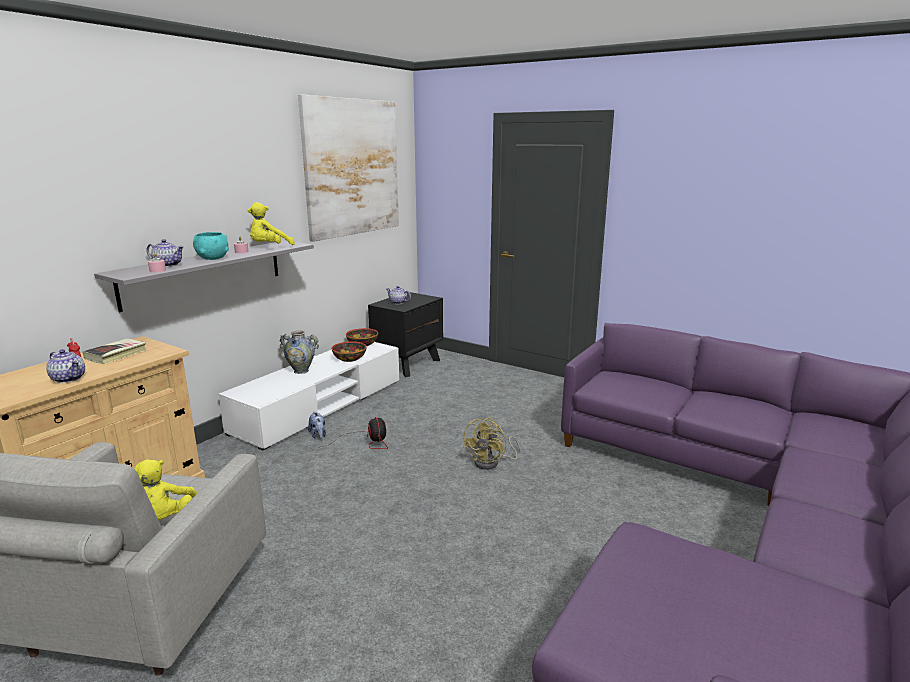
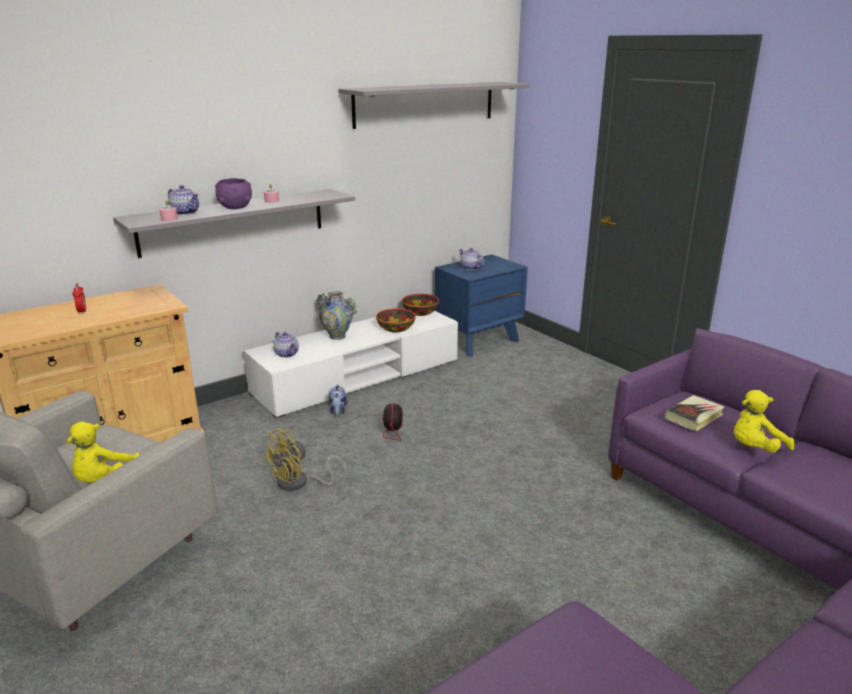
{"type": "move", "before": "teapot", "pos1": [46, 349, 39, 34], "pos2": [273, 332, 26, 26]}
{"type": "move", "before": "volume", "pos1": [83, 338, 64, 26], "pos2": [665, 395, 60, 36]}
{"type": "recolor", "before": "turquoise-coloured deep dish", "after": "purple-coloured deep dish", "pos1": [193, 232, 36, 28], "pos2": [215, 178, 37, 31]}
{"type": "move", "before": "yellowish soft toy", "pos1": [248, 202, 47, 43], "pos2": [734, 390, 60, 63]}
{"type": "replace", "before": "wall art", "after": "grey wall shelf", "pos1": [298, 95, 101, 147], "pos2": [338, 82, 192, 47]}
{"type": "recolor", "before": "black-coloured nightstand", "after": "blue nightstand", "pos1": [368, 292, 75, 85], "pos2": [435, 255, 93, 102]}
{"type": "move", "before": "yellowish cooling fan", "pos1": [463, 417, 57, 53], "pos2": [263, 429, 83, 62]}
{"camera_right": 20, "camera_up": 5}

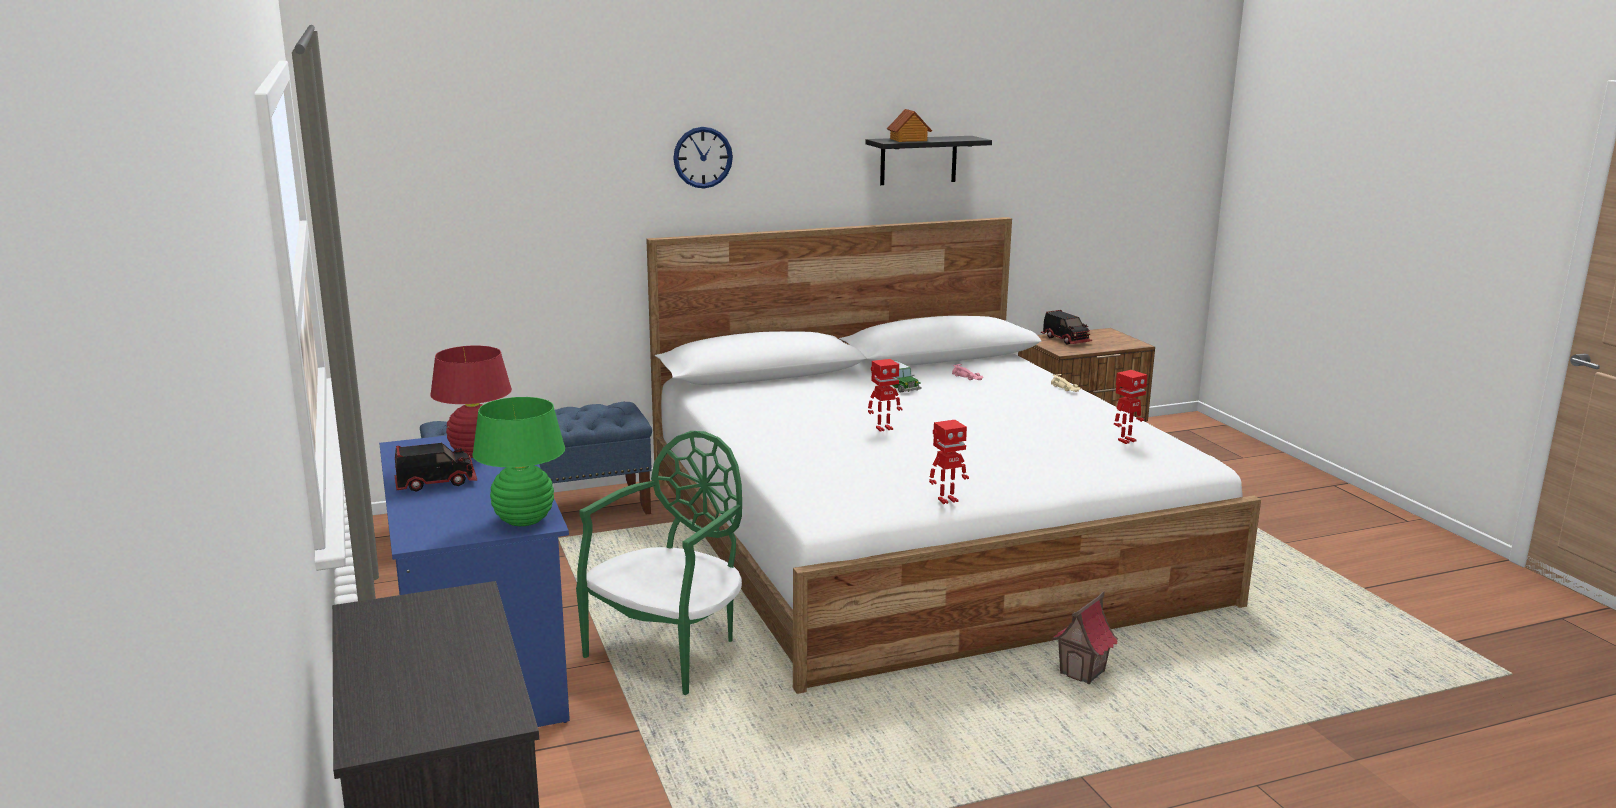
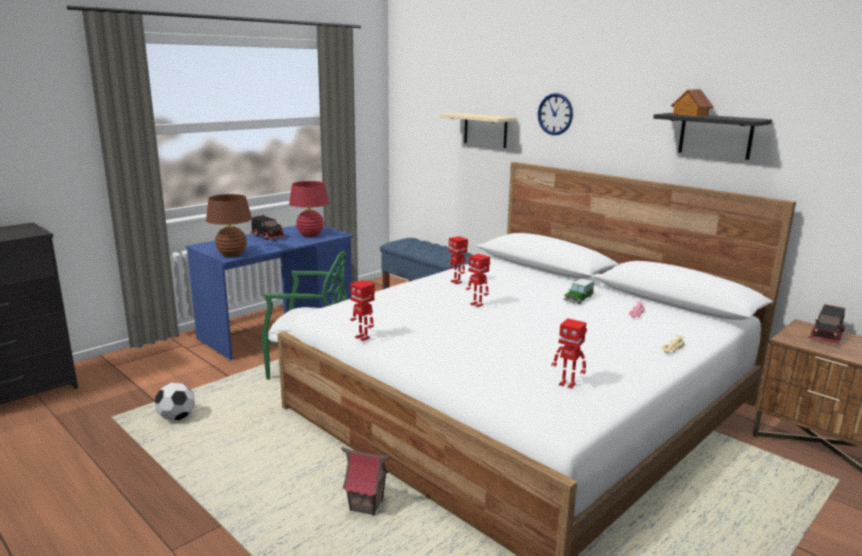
{"type": "recolor", "before": "greenish tabletop lamp", "after": "brown-coloured tabletop lamp", "pos1": [473, 397, 92, 129], "pos2": [206, 194, 46, 63]}
{"type": "insert", "after": "football", "pos2": [155, 383, 40, 37]}
{"type": "insert", "after": "beige-coloured wall shelf", "pos2": [439, 113, 78, 35]}
{"type": "insert", "after": "model robot", "pos2": [448, 236, 20, 48]}
{"camera_right": 65, "camera_up": 0}

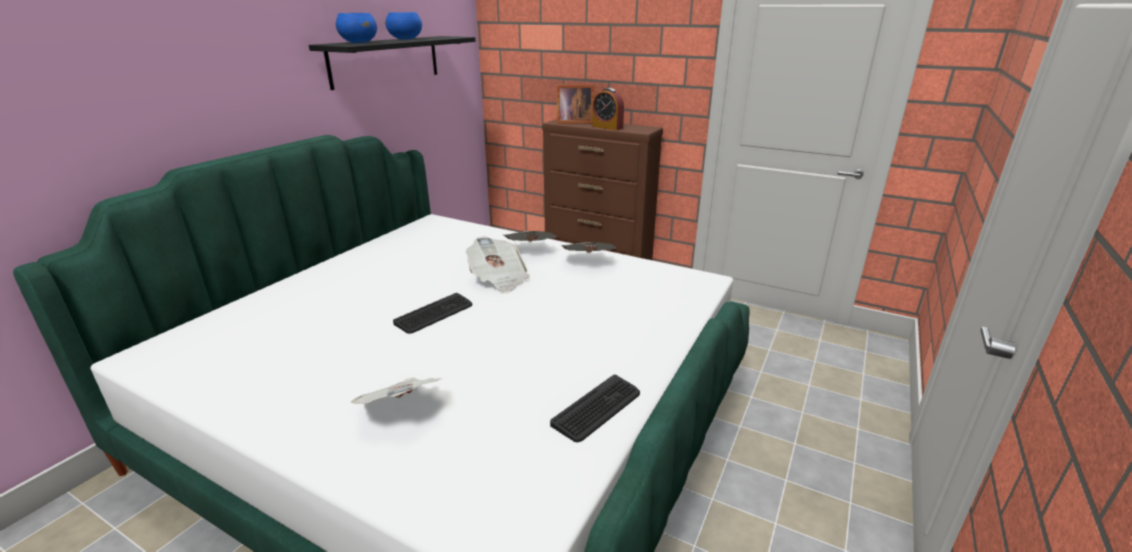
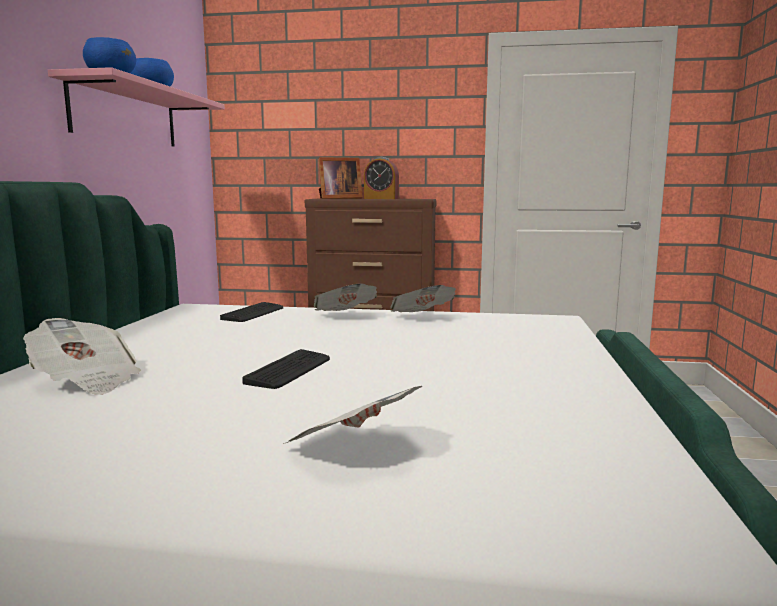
{"type": "recolor", "before": "black-coloured wall shelf", "after": "pink-coloured wall shelf", "pos1": [309, 36, 166, 54], "pos2": [48, 67, 177, 80]}
{"type": "move", "before": "printed paper", "pos1": [466, 236, 64, 57], "pos2": [23, 318, 118, 77]}
{"type": "move", "before": "computer keyboard", "pos1": [550, 375, 90, 67], "pos2": [220, 302, 63, 20]}
{"camera_right": -20, "camera_up": -15}

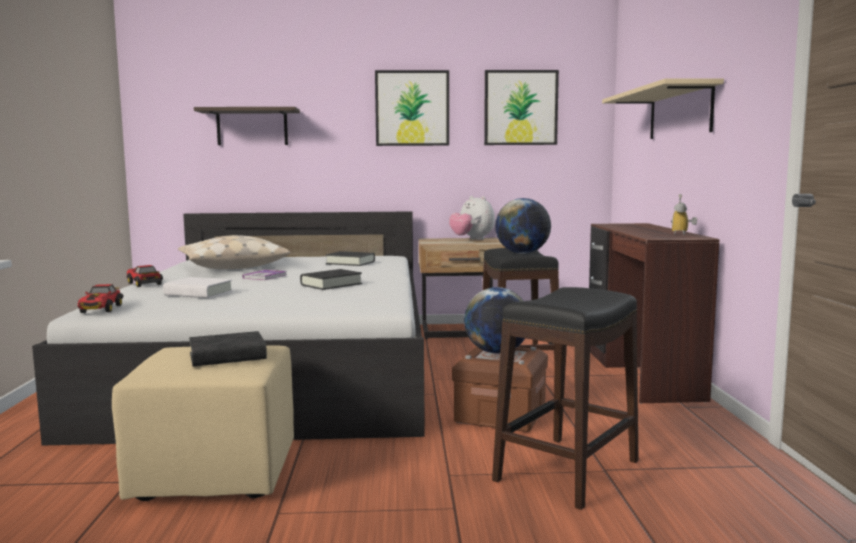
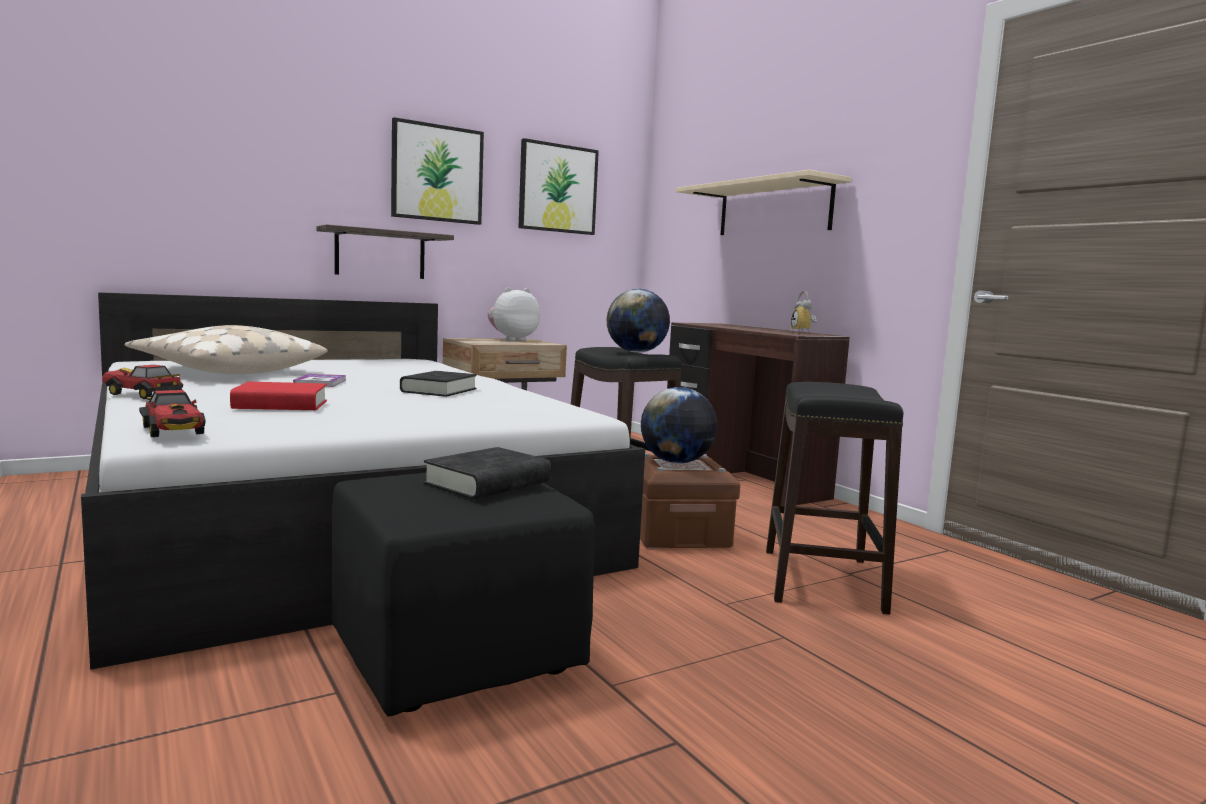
{"type": "recolor", "before": "beige-coloured footrest", "after": "black-coloured footrest", "pos1": [112, 345, 182, 156], "pos2": [331, 472, 264, 244]}
{"type": "recolor", "before": "white volume", "after": "reddish volume", "pos1": [163, 277, 70, 21], "pos2": [230, 382, 97, 28]}
{"type": "move", "before": "wall shelf", "pos1": [194, 107, 106, 38], "pos2": [317, 224, 137, 55]}
{"type": "delete", "before": "black-coloured volume", "pos1": [326, 251, 49, 15]}
{"type": "rotate", "before": "soft toy", "pos1": [449, 196, 46, 44], "pos2": [488, 287, 52, 54], "turn": 120}
{"camera_right": -30, "camera_up": 0}

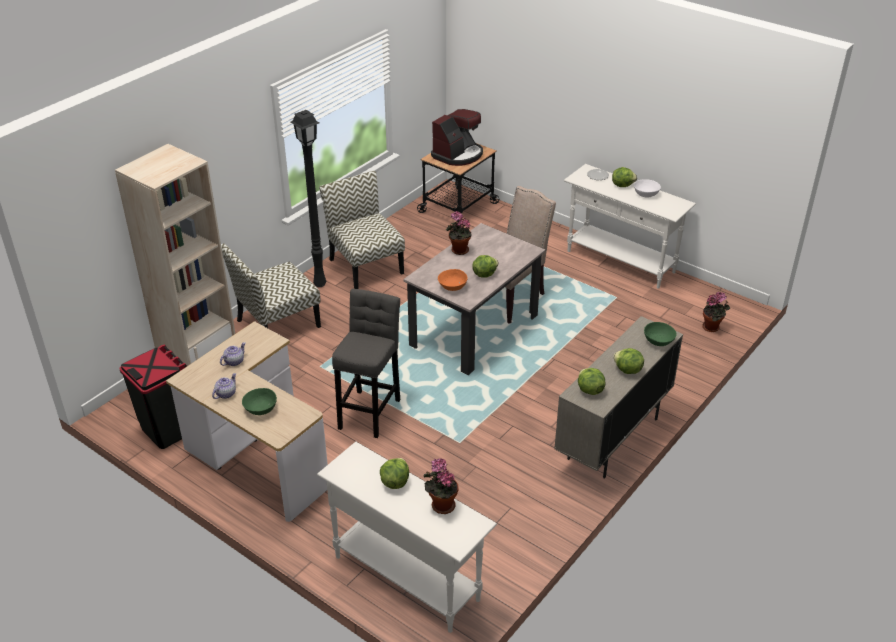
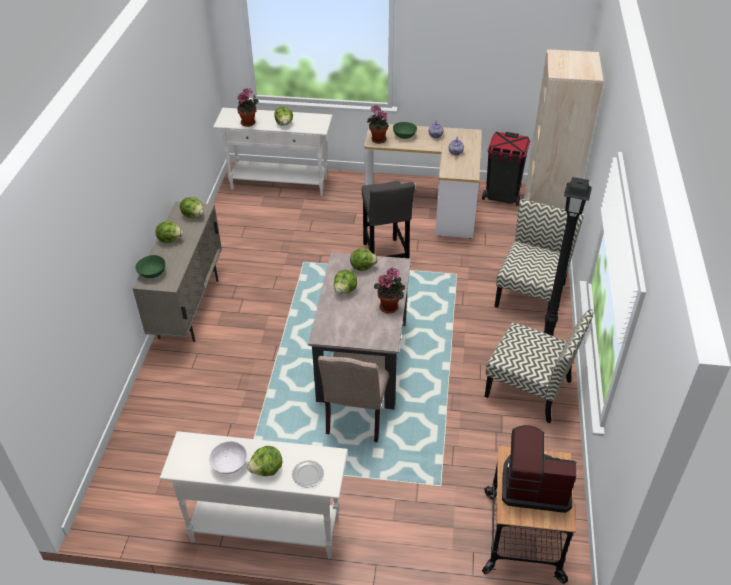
{"type": "rotate", "before": "coffee machine", "pos1": [431, 109, 52, 57], "pos2": [502, 425, 75, 88], "turn": 90}
{"type": "replace", "before": "orangey deep dish", "after": "head of lettuce", "pos1": [438, 269, 29, 22], "pos2": [350, 248, 28, 23]}
{"type": "move", "before": "plant in a pot", "pos1": [702, 292, 28, 40], "pos2": [366, 105, 23, 39]}
{"camera_right": 150, "camera_up": 5}

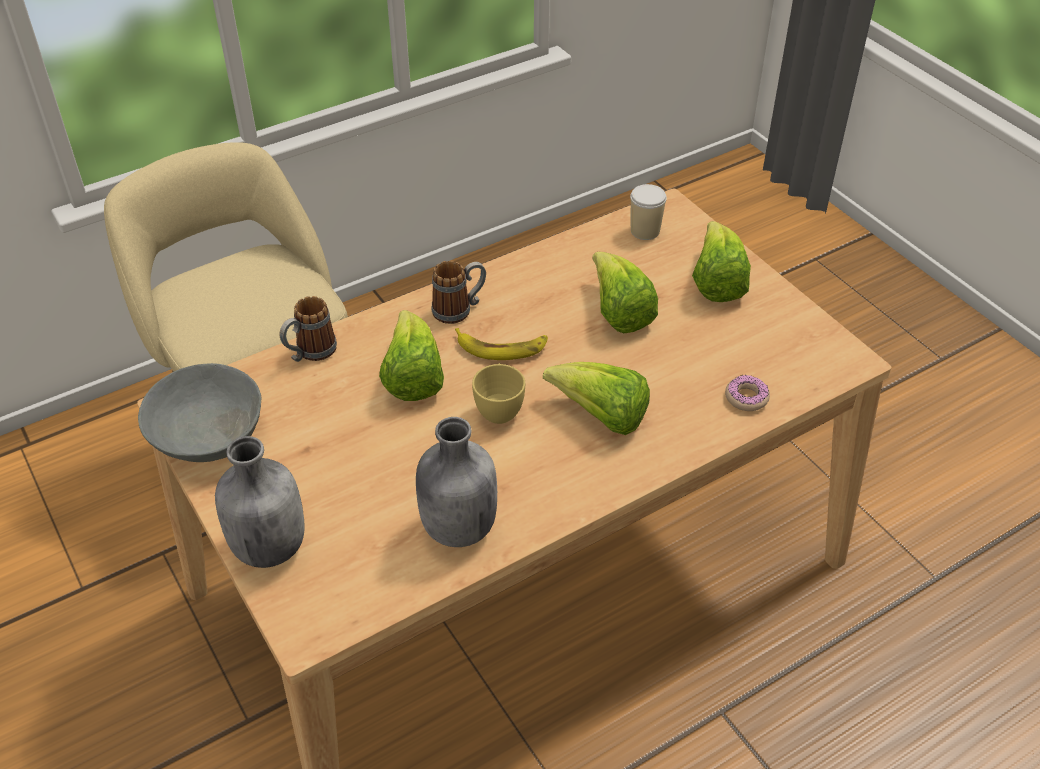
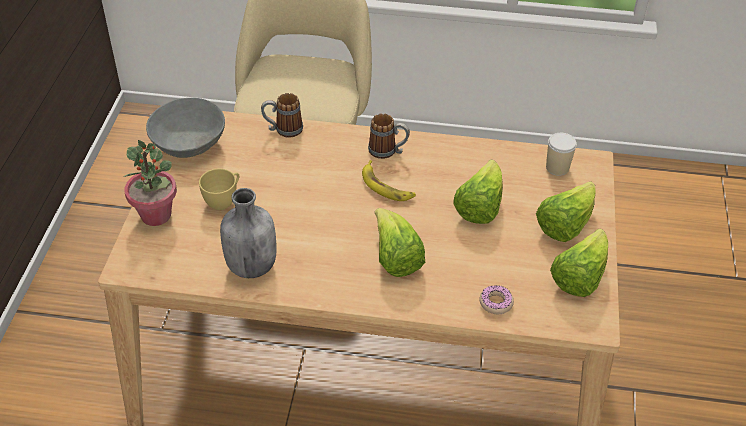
{"type": "replace", "before": "grey drink bottle", "after": "plant in a pot", "pos1": [215, 436, 89, 132], "pos2": [124, 140, 53, 86]}
{"type": "move", "before": "head of lettuce", "pos1": [379, 310, 65, 91], "pos2": [550, 229, 58, 68]}
{"type": "move", "before": "yellowish small cup", "pos1": [472, 363, 53, 61], "pos2": [199, 169, 40, 41]}
{"camera_right": 40, "camera_up": 0}

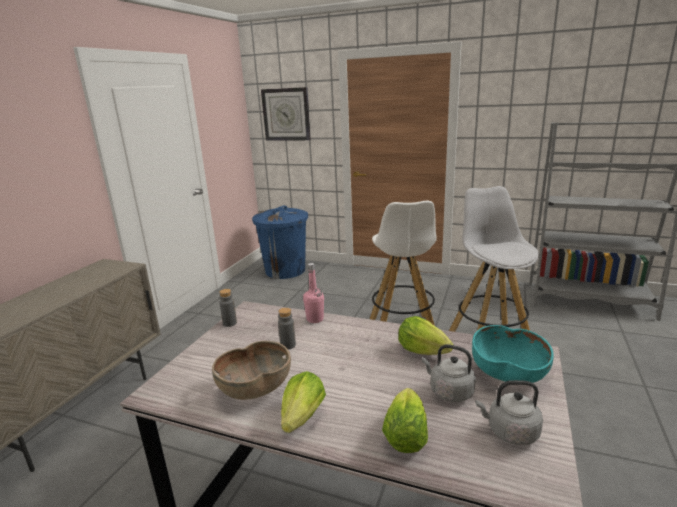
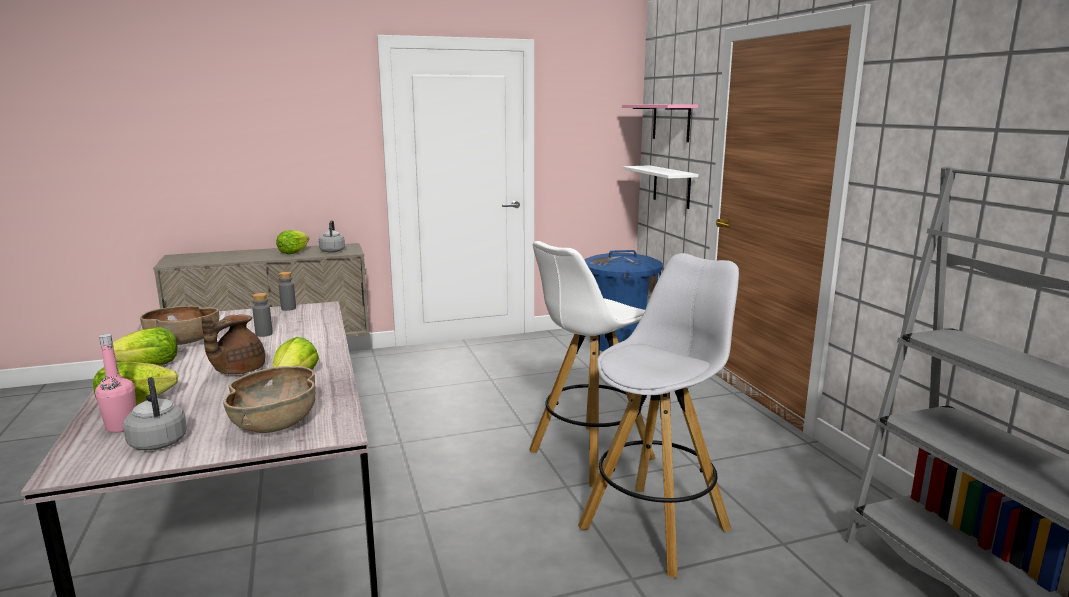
{"type": "replace", "before": "clock on the wall", "after": "pink-coloured wall shelf", "pos1": [261, 87, 50, 53], "pos2": [622, 104, 76, 38]}
{"type": "move", "before": "pink-coloured drink bottle", "pos1": [303, 263, 21, 60], "pos2": [95, 334, 41, 99]}
{"type": "move", "before": "grey water kettle", "pos1": [422, 344, 54, 58], "pos2": [319, 220, 26, 33]}
{"type": "recolor", "before": "turquoise-coloured deep dish", "after": "brown-coloured deep dish", "pos1": [472, 325, 82, 58], "pos2": [223, 366, 93, 67]}
{"type": "insert", "after": "brown-coloured teapot", "pos2": [201, 314, 64, 60]}
{"type": "insert", "after": "head of lettuce", "pos2": [276, 230, 33, 24]}
{"type": "insert", "after": "white wall shelf", "pos2": [623, 165, 76, 44]}
{"camera_right": 50, "camera_up": -5}

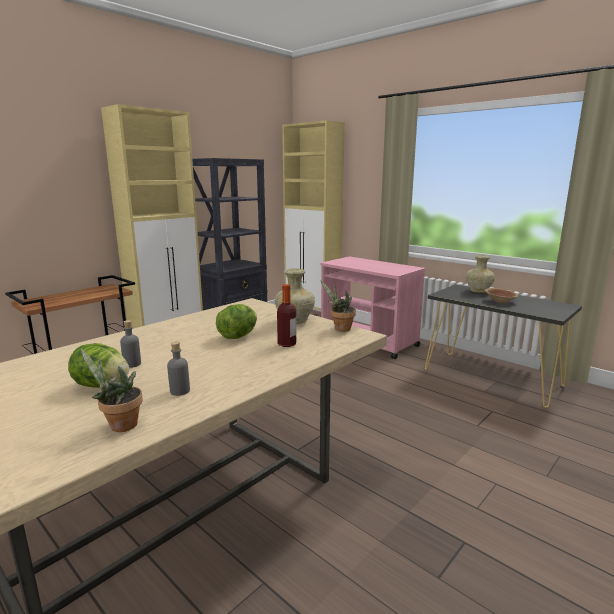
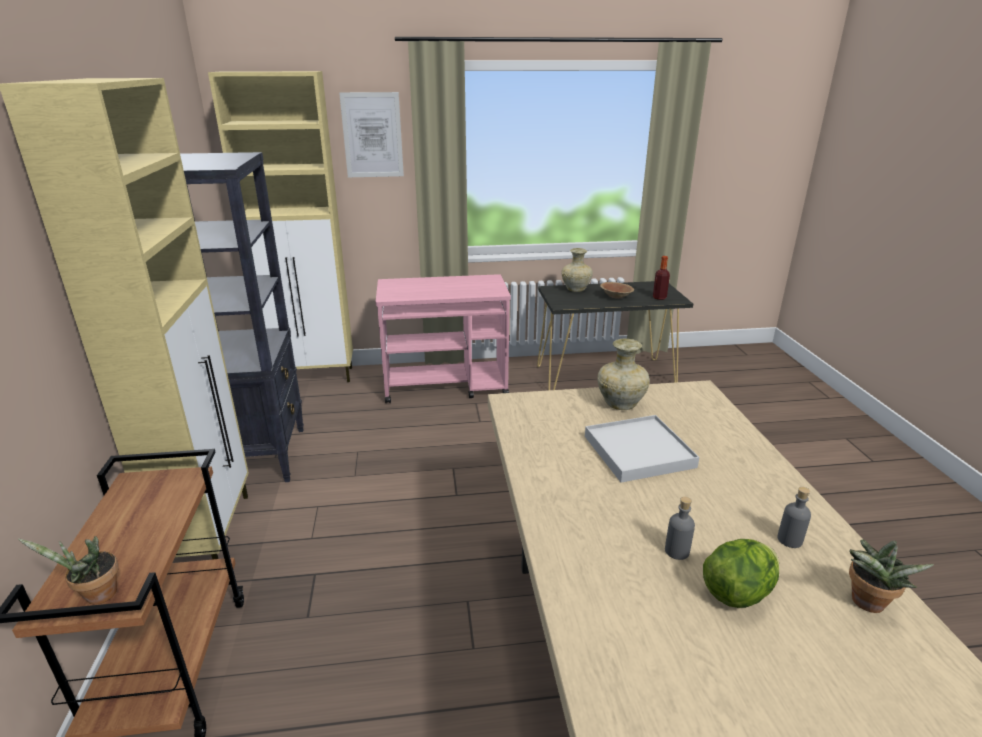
{"type": "replace", "before": "head of lettuce", "after": "white carrying tray", "pos1": [216, 304, 41, 35], "pos2": [585, 415, 114, 68]}
{"type": "move", "before": "drink bottle", "pos1": [277, 284, 19, 63], "pos2": [653, 256, 17, 44]}
{"type": "move", "before": "plant in a pot", "pos1": [320, 280, 36, 52], "pos2": [18, 536, 101, 68]}
{"type": "insert", "after": "wall art", "pos2": [339, 92, 65, 85]}
{"camera_right": -50, "camera_up": 10}

